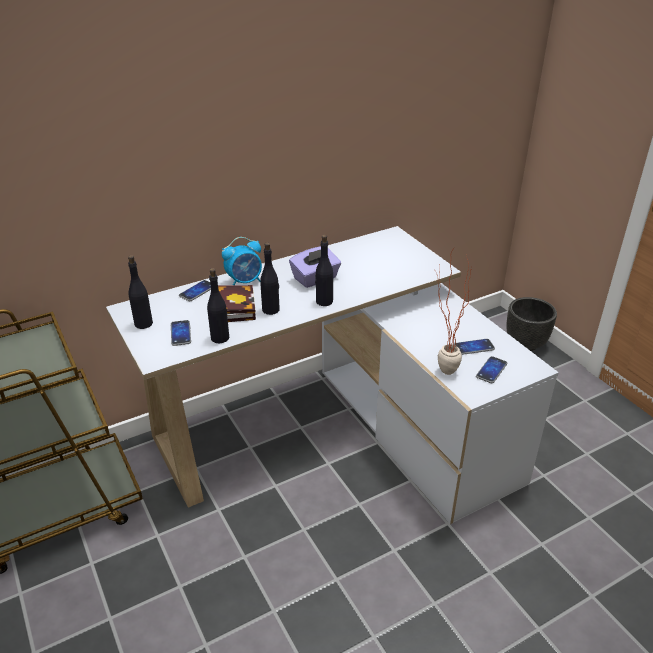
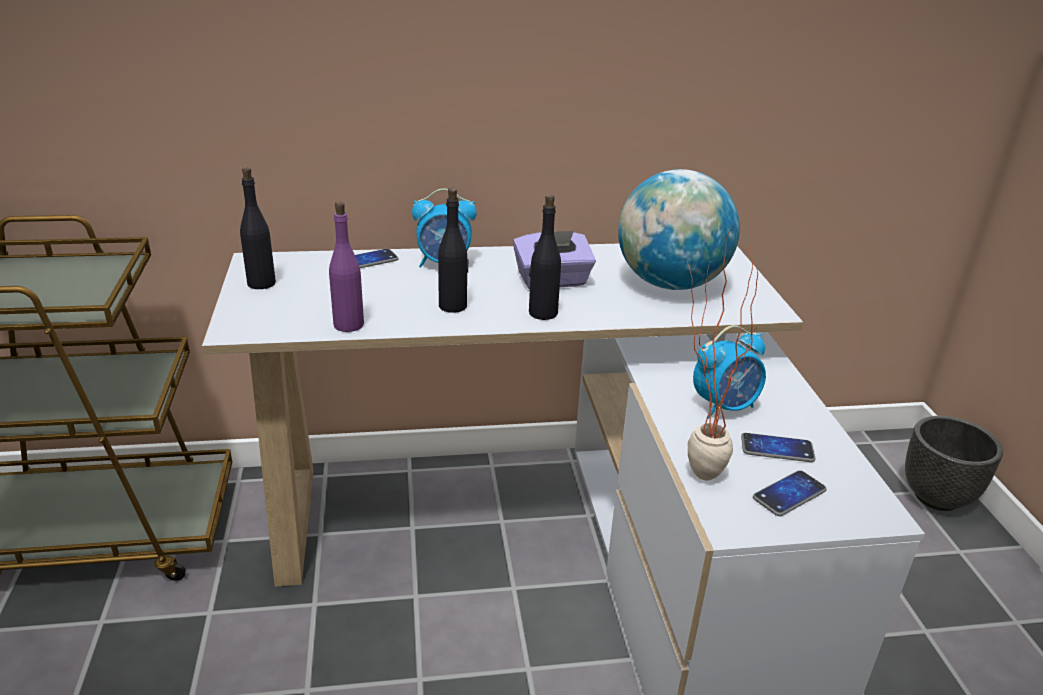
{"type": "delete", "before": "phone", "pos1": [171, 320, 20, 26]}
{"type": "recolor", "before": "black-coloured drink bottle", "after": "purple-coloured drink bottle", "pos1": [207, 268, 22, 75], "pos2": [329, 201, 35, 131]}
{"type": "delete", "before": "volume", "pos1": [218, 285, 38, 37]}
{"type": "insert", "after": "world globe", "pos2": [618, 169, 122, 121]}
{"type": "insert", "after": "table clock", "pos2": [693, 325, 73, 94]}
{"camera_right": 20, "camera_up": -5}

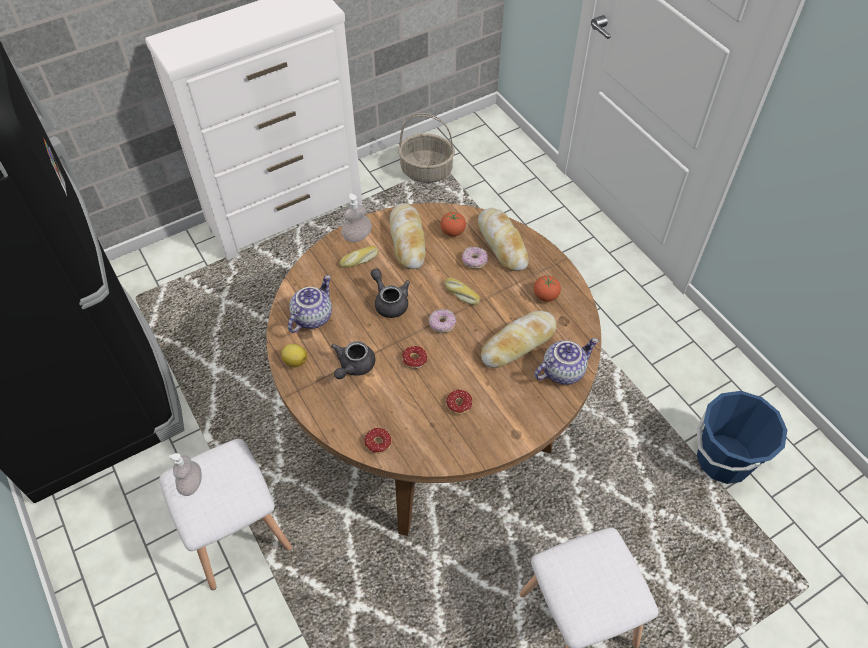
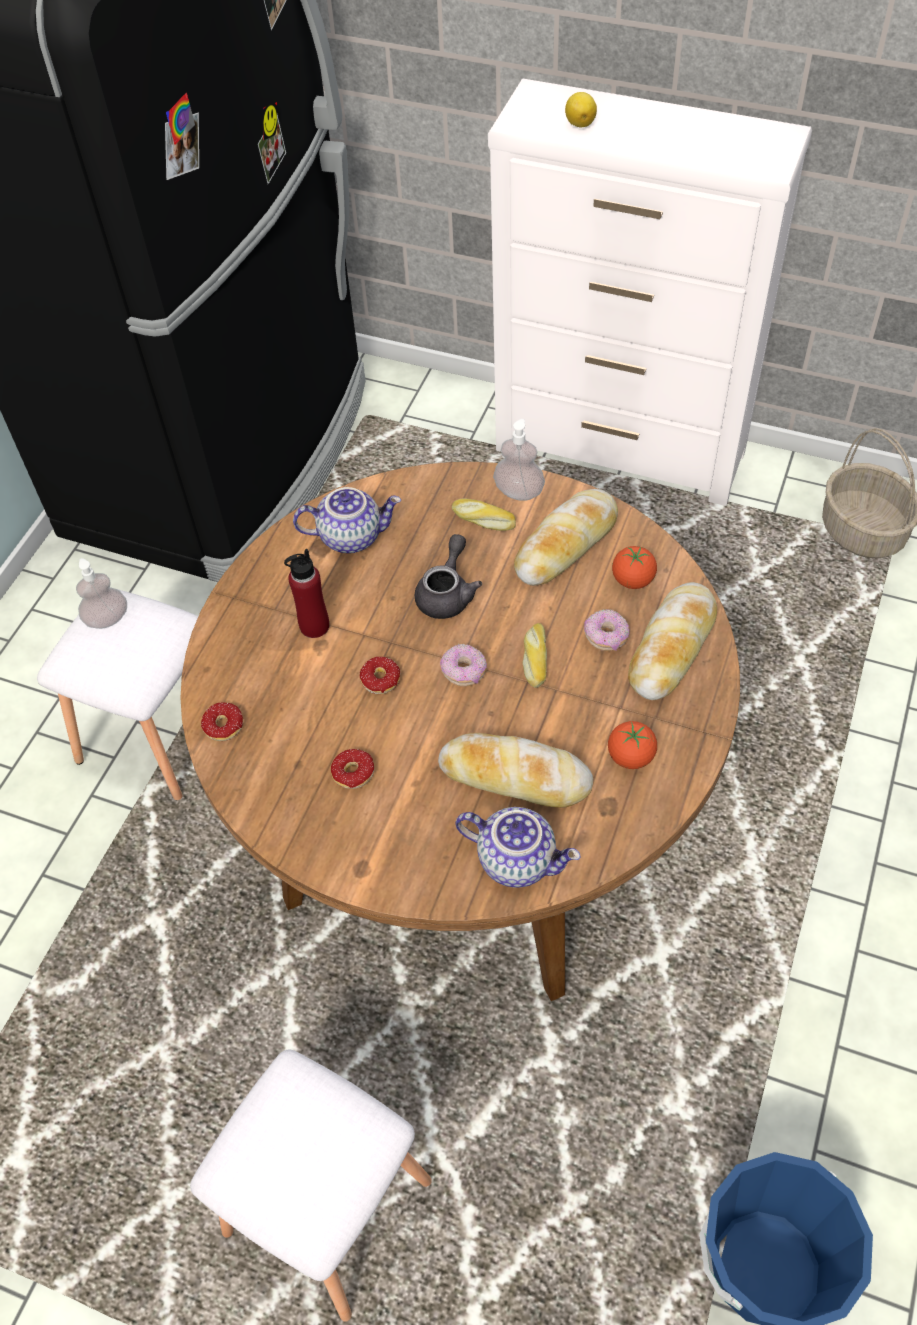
{"type": "move", "before": "lemon", "pos1": [281, 344, 26, 23], "pos2": [565, 92, 32, 35]}
{"type": "replace", "before": "grey teapot", "after": "reddish drink bottle", "pos1": [331, 341, 44, 38], "pos2": [284, 549, 45, 89]}
{"camera_right": 55, "camera_up": 0}

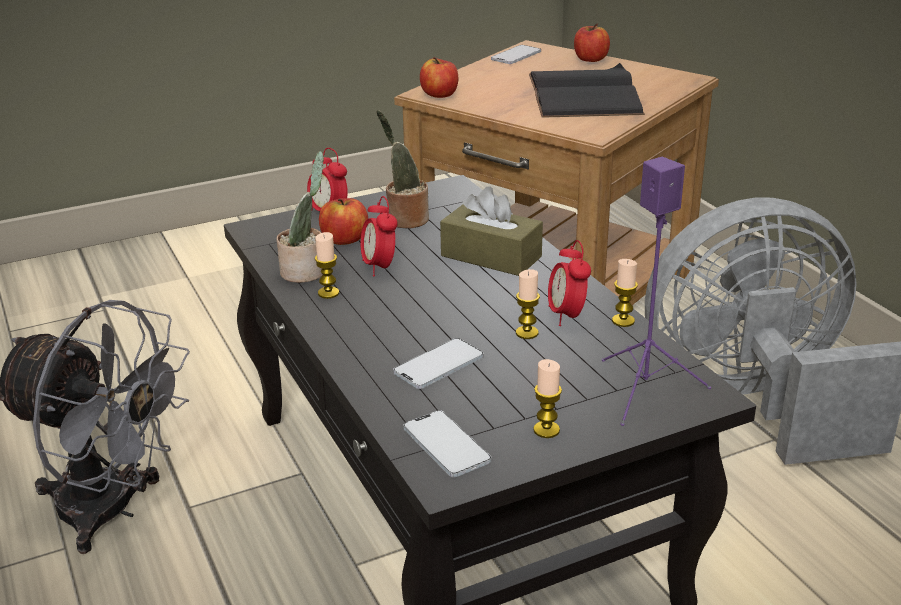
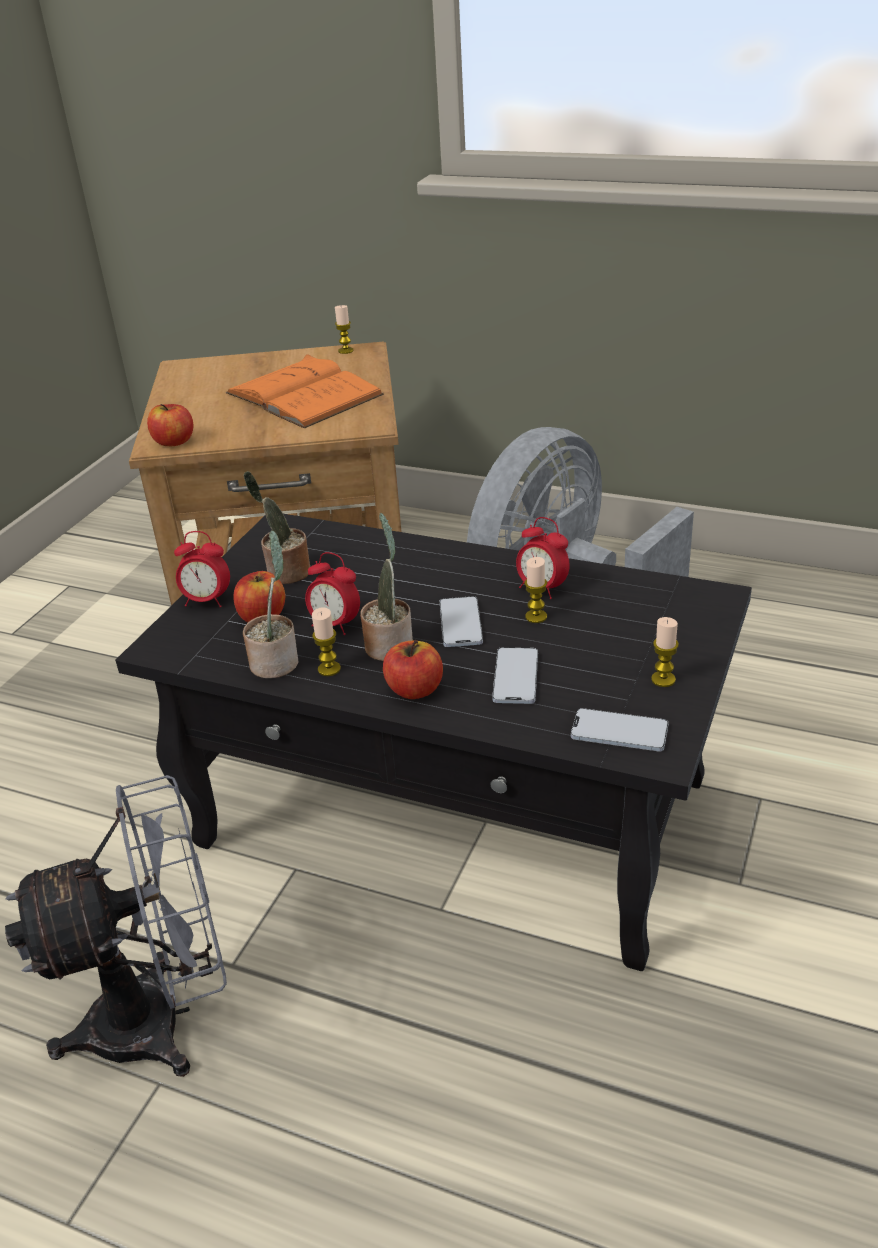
{"type": "delete", "before": "brown-coloured tissue box", "pos1": [440, 186, 103, 90]}
{"type": "move", "before": "phone", "pos1": [491, 45, 50, 19], "pos2": [440, 596, 43, 51]}
{"type": "recolor", "before": "black-coloured volume", "after": "orangey volume", "pos1": [529, 63, 116, 55], "pos2": [226, 354, 158, 75]}
{"type": "move", "before": "apple", "pos1": [574, 24, 36, 38], "pos2": [383, 640, 60, 59]}
{"type": "delete", "before": "purple-coloured audio speaker", "pos1": [602, 157, 109, 269]}
{"type": "move", "before": "wax light", "pos1": [612, 259, 26, 68], "pos2": [335, 305, 19, 49]}
{"type": "insert", "after": "plant in a pot", "pos2": [360, 513, 53, 148]}
{"camera_right": -40, "camera_up": 5}

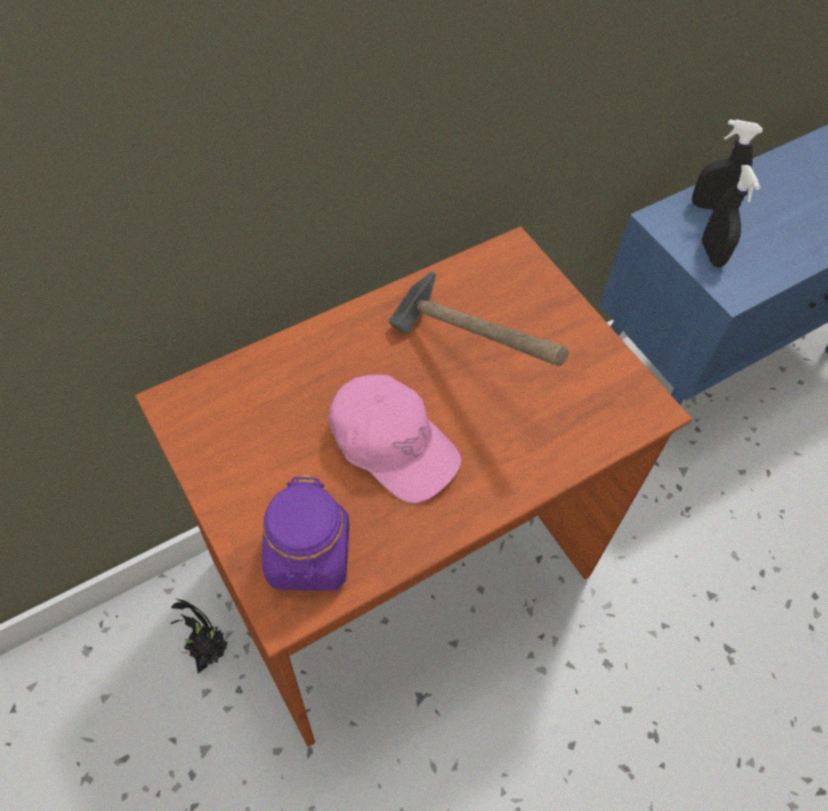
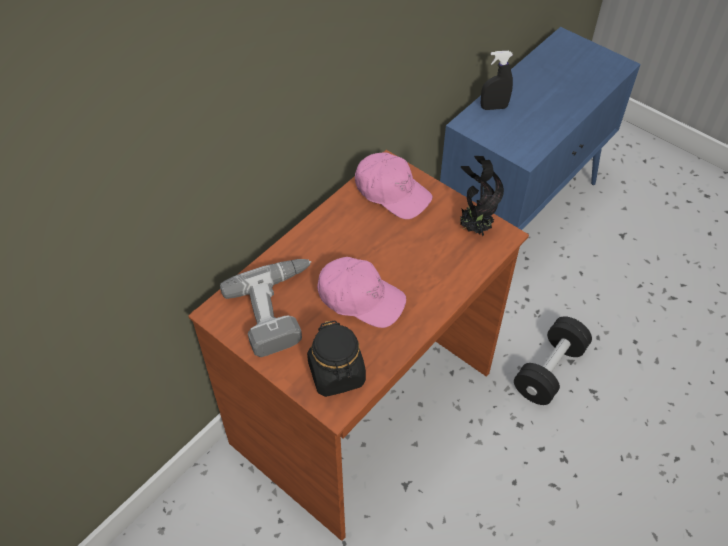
{"type": "move", "before": "plant in a pot", "pos1": [171, 599, 57, 74], "pos2": [460, 156, 44, 80]}
{"type": "recolor", "before": "purple-coloured preserve jar", "after": "black-coloured preserve jar", "pos1": [262, 474, 87, 117], "pos2": [307, 320, 59, 77]}
{"type": "delete", "before": "hand hammer", "pos1": [389, 272, 179, 94]}
{"type": "delete", "before": "black-coloured hand sprayer", "pos1": [702, 165, 58, 102]}
{"type": "insert", "after": "power drill", "pos2": [220, 259, 91, 98]}
{"type": "insert", "after": "pink-coloured peaked cap", "pos2": [355, 152, 78, 67]}
{"type": "insert", "after": "black-coloured dumbbell", "pos2": [514, 316, 78, 89]}
{"camera_right": -15, "camera_up": -5}

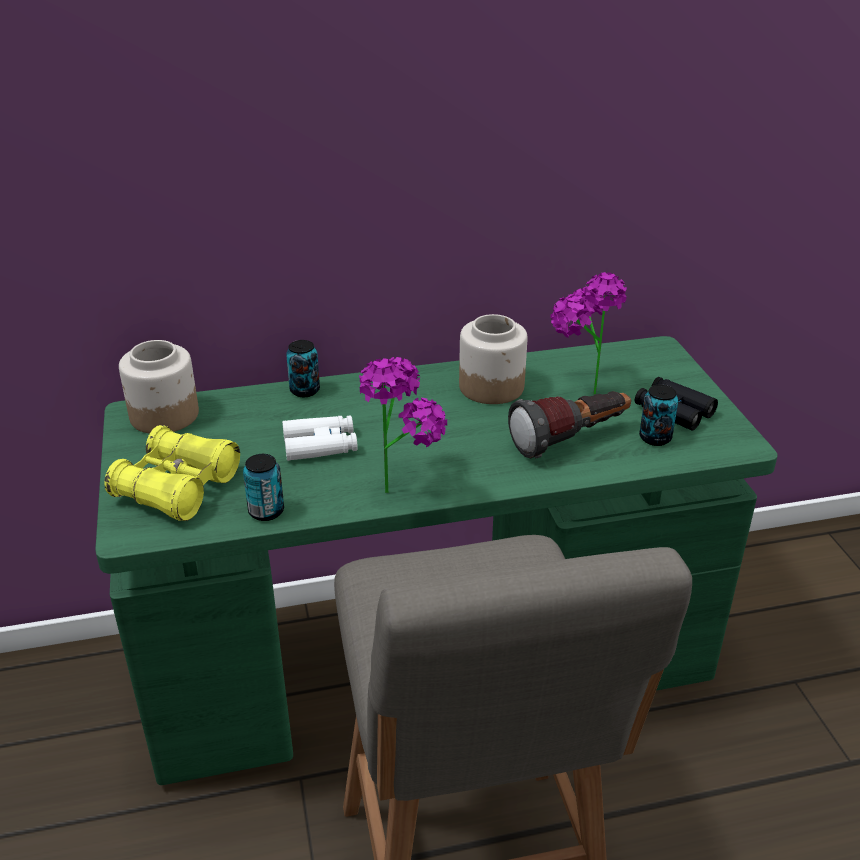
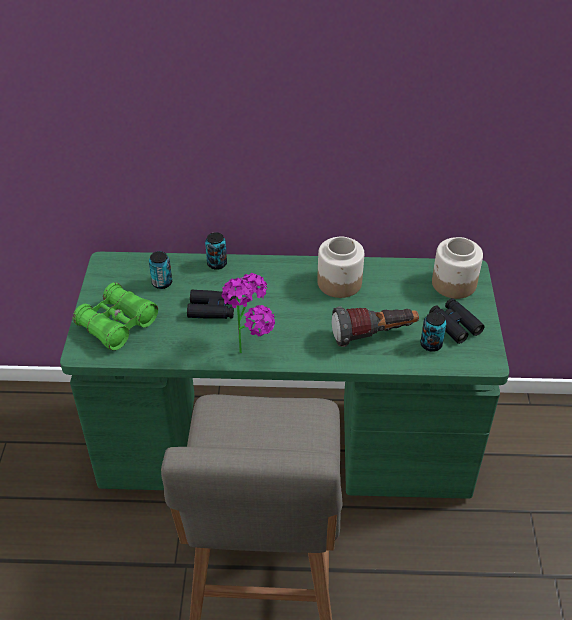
{"type": "recolor", "before": "yellowish field glasses", "after": "greenish field glasses", "pos1": [104, 425, 136, 96], "pos2": [73, 282, 85, 69]}
{"type": "move", "before": "preserve jar", "pos1": [119, 340, 80, 94], "pos2": [432, 237, 51, 62]}
{"type": "move", "before": "can", "pos1": [243, 454, 41, 67], "pos2": [149, 251, 23, 38]}
{"type": "recolor", "before": "white field glasses", "after": "black-coloured field glasses", "pos1": [282, 415, 76, 46], "pos2": [187, 290, 49, 29]}
{"type": "delete", "before": "plant in a pot", "pos1": [550, 272, 77, 123]}
{"camera_right": 15, "camera_up": 10}

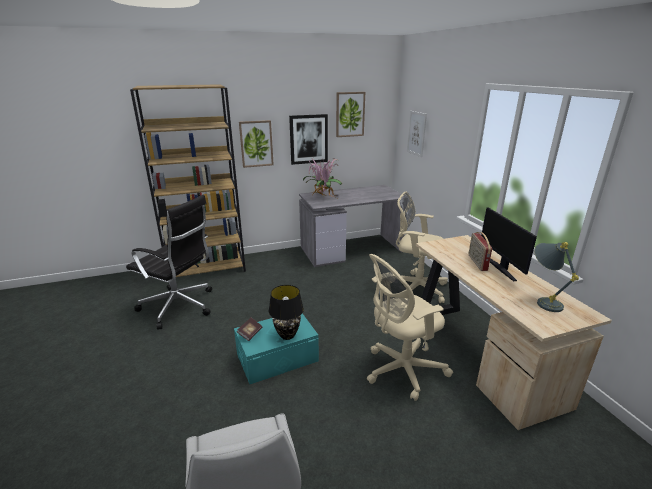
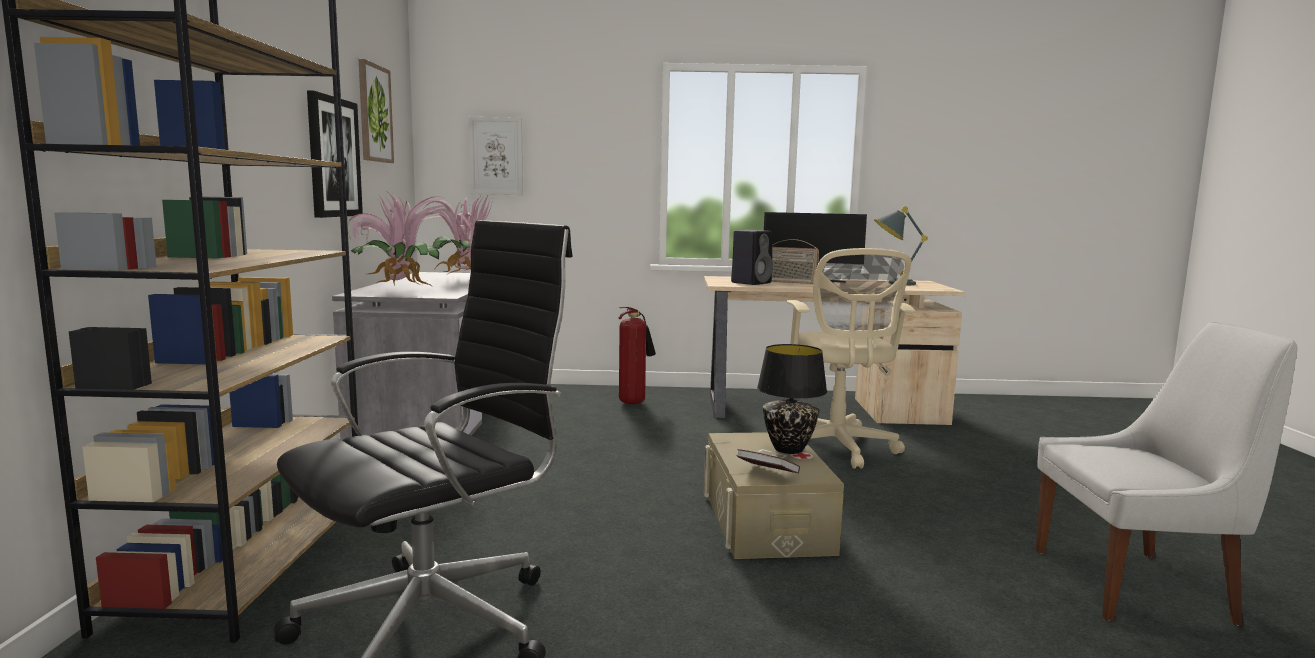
{"type": "recolor", "before": "turquoise-coloured storage container", "after": "beige-coloured storage container", "pos1": [234, 313, 85, 71], "pos2": [704, 432, 140, 127]}
{"type": "delete", "before": "wall art", "pos1": [239, 120, 35, 48]}
{"type": "replace", "before": "beige-coloured desk chair", "after": "extinguisher", "pos1": [390, 192, 58, 111], "pos2": [619, 307, 37, 97]}
{"type": "insert", "after": "plant in a pot", "pos2": [425, 194, 68, 80]}
{"type": "insert", "after": "black-coloured audio speaker", "pos2": [731, 230, 42, 55]}
{"camera_right": -70, "camera_up": -15}

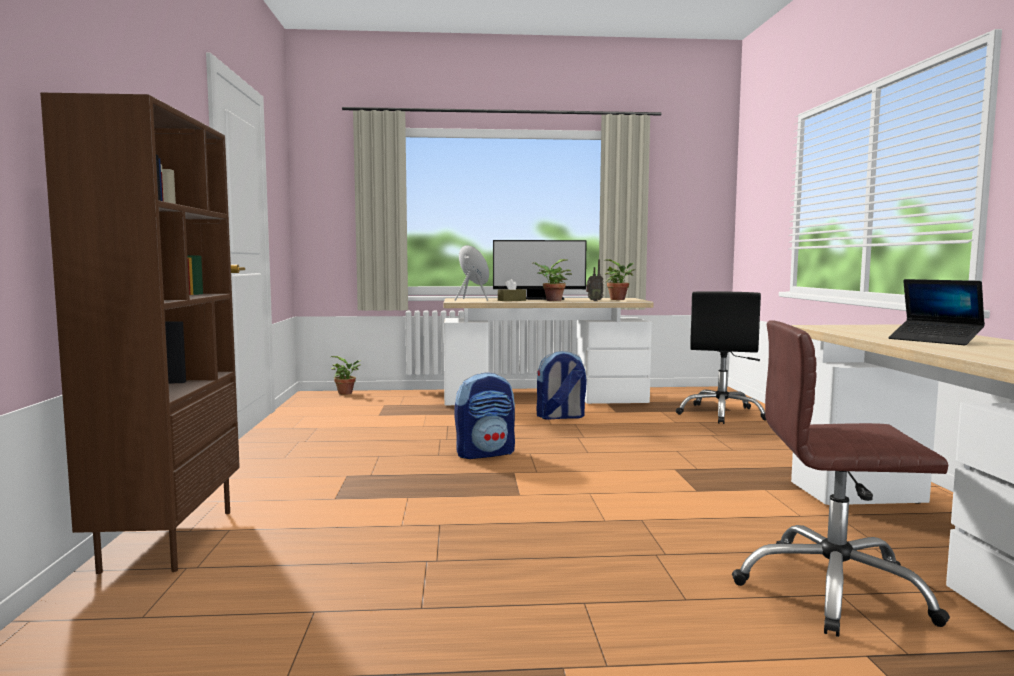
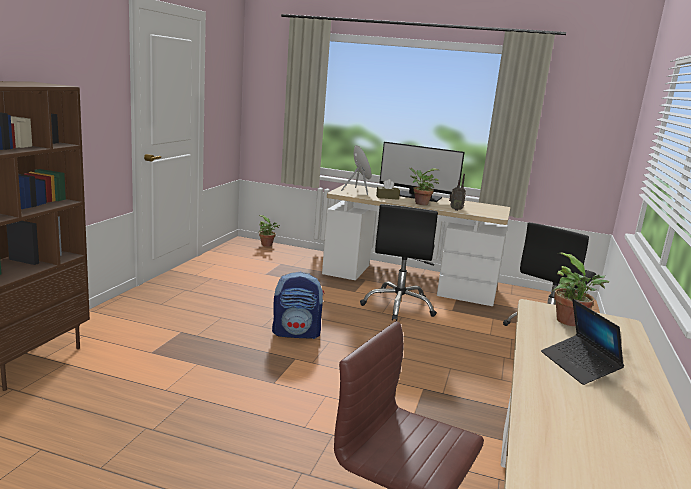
{"type": "replace", "before": "knapsack", "after": "black-coloured desk chair", "pos1": [536, 351, 50, 69], "pos2": [360, 204, 78, 117]}
{"type": "move", "before": "plant in a pot", "pos1": [604, 259, 31, 41], "pos2": [552, 252, 58, 74]}
{"camera_right": 20, "camera_up": 10}

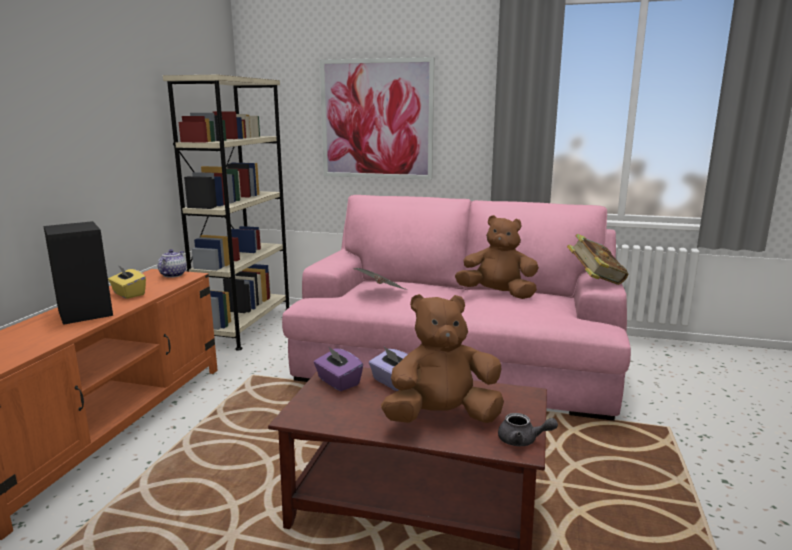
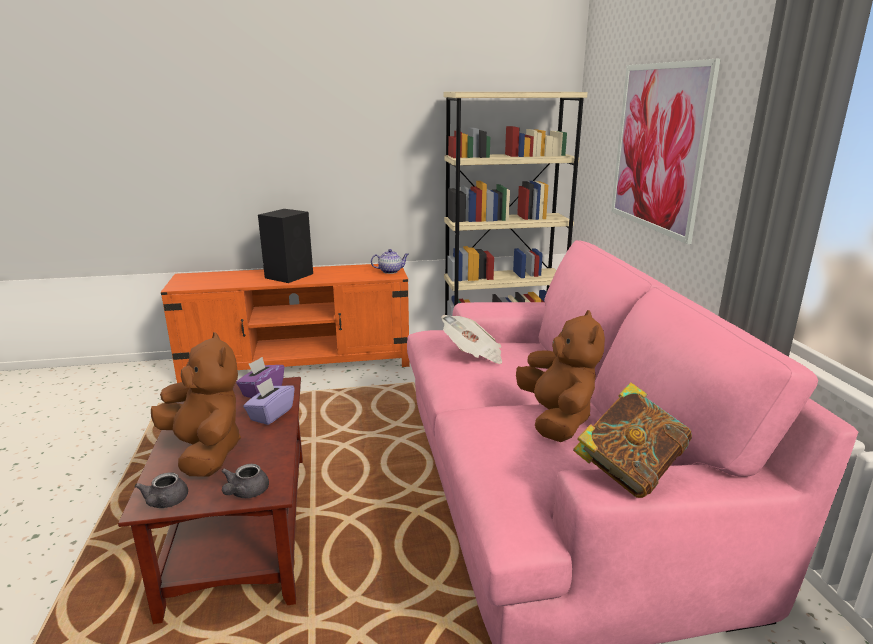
{"type": "delete", "before": "yellowish tissue box", "pos1": [108, 265, 38, 34]}
{"type": "insert", "after": "grey teapot", "pos2": [221, 464, 48, 34]}
{"camera_right": 65, "camera_up": 5}

